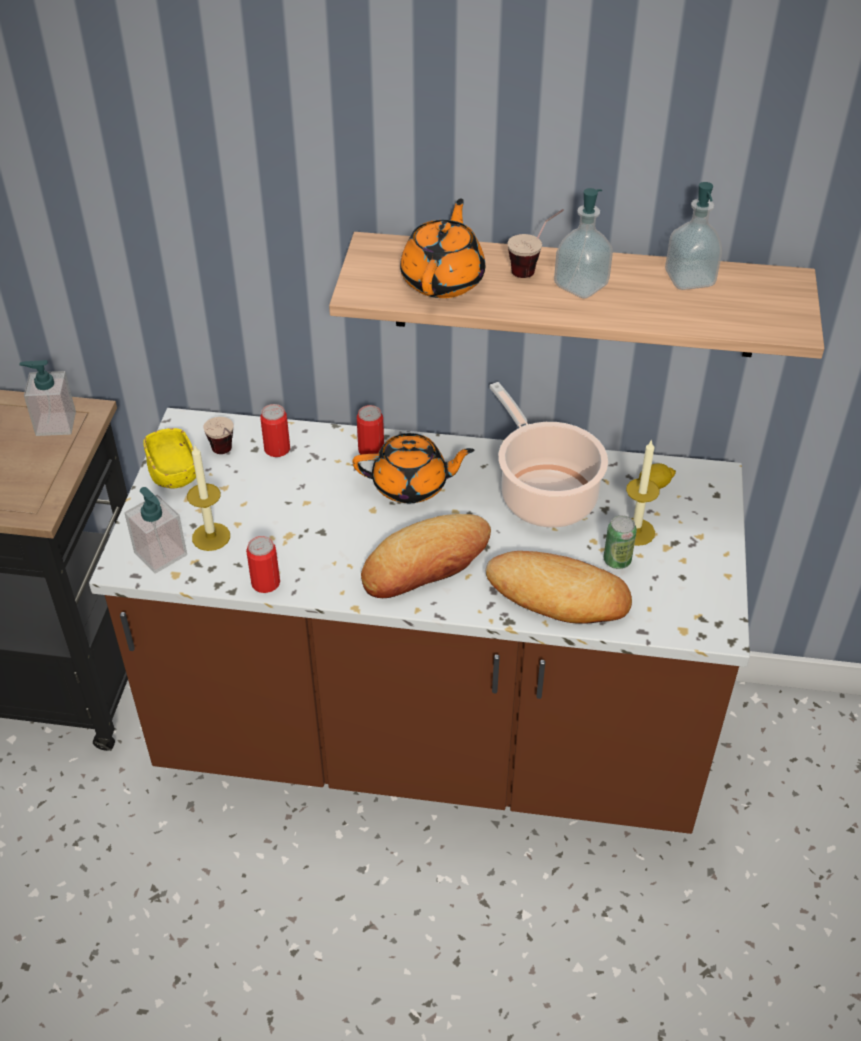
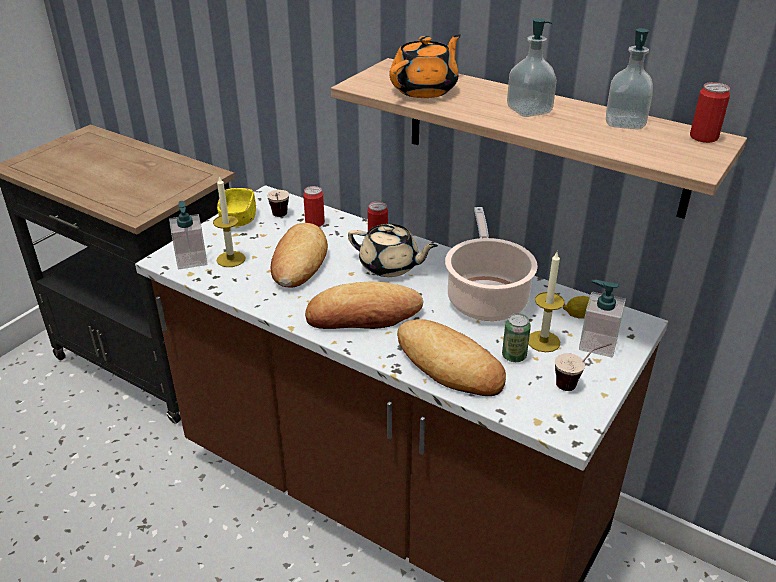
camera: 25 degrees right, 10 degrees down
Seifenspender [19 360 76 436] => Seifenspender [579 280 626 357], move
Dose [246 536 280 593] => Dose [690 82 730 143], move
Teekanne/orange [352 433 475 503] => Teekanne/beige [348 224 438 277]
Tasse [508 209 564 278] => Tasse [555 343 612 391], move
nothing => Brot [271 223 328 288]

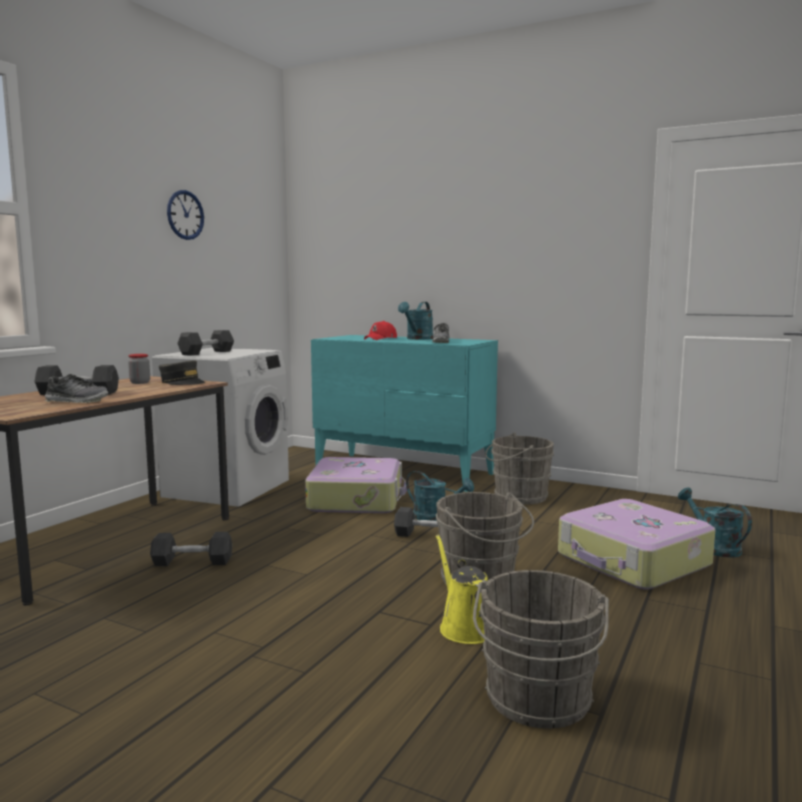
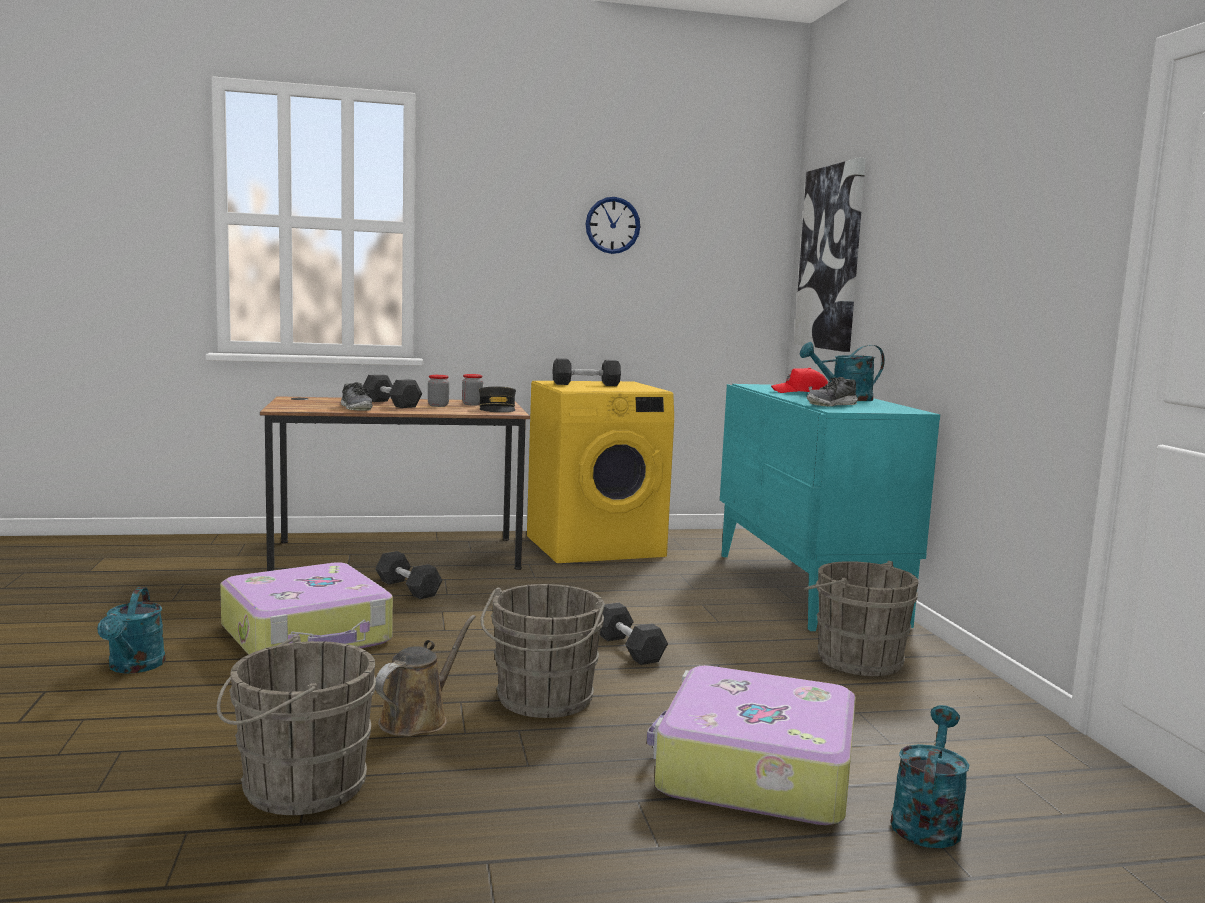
camera: 50 degrees right, 0 degrees up
Waschmaschine/weiß [152 348 289 507] => Waschmaschine/gelb [527 381 674 563]
Koffer [305 457 409 513] => Koffer [220 562 393 655], move
Gießkanne/türkis [406 471 474 521] => Gießkanne/türkis [97 587 166 674], move
Gießkanne/gelb [436 535 488 644] => Gießkanne/braun [375 615 476 737]
nothing => Vorratsglas [428 375 449 407]
nothing => Bild [794 158 866 352]

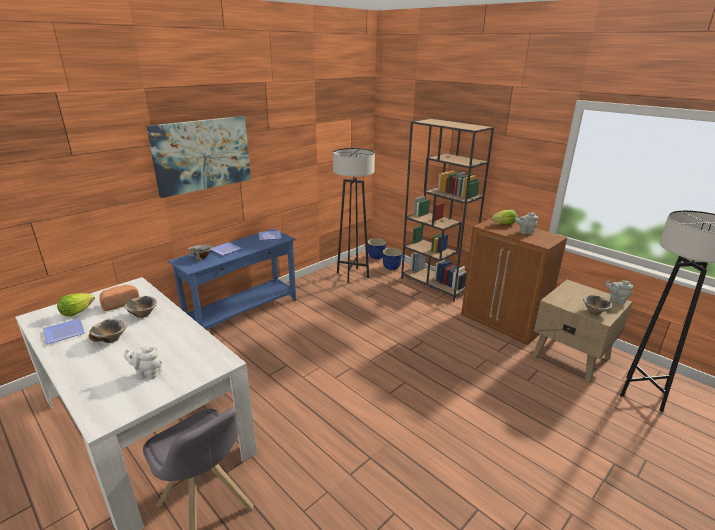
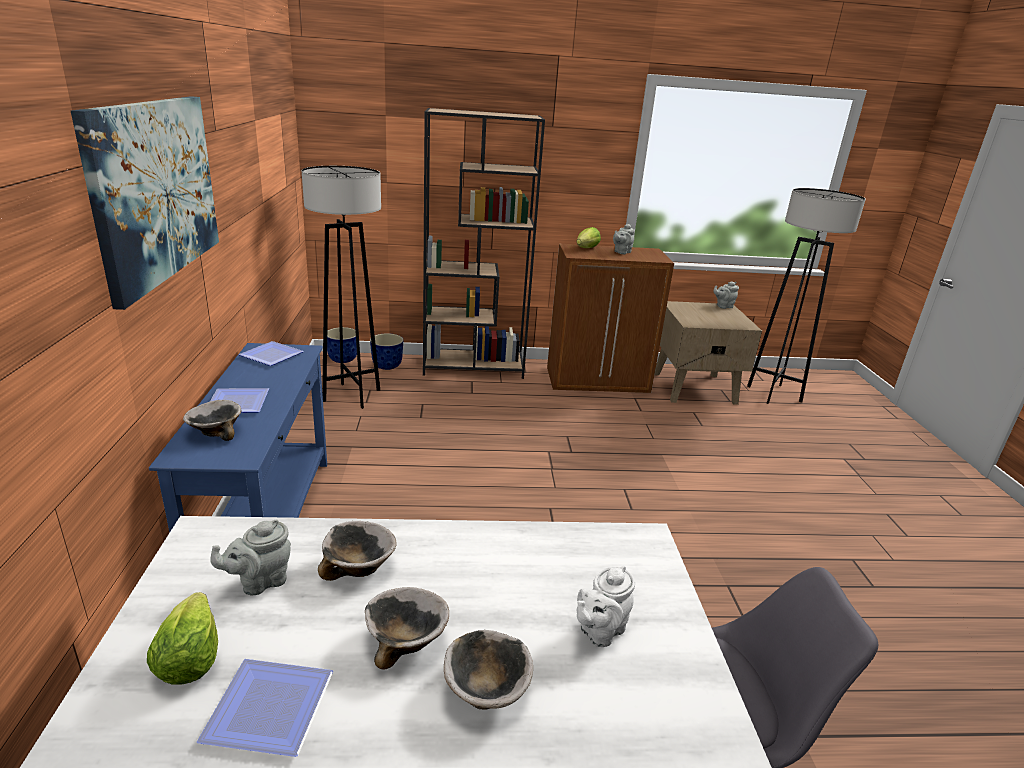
camera: 50 degrees left, 0 degrees up
Brot [99 285 139 311] => Teekanne/grau [210 520 291 595]
Schüssel [583 295 612 314] => Schüssel [444 630 533 710], move

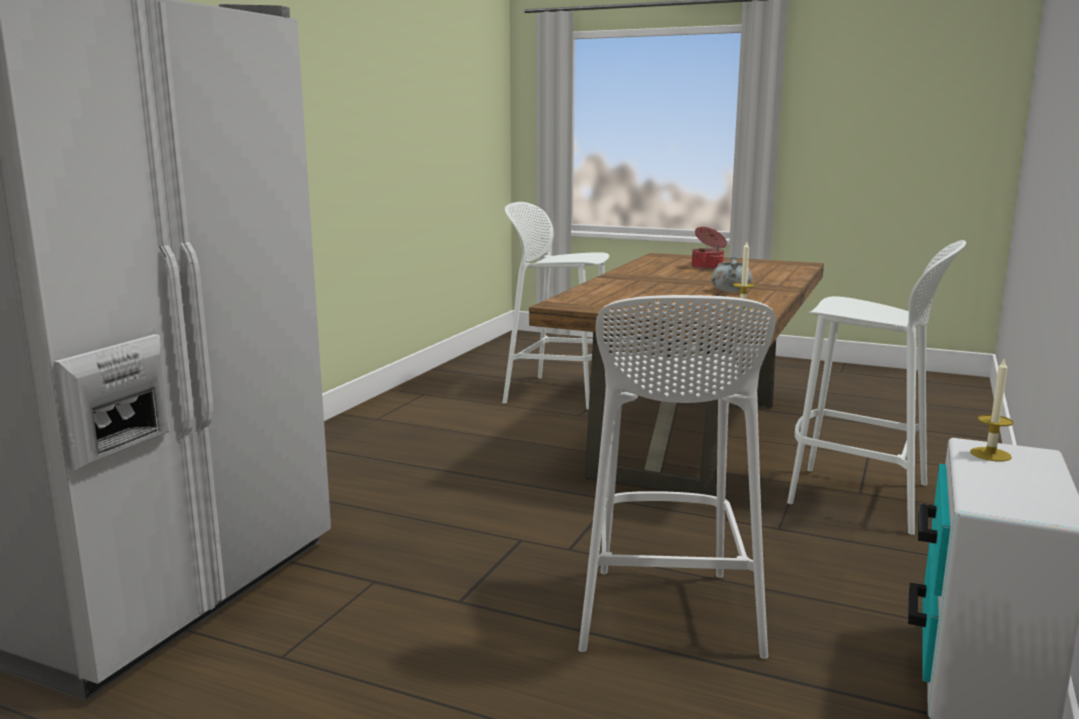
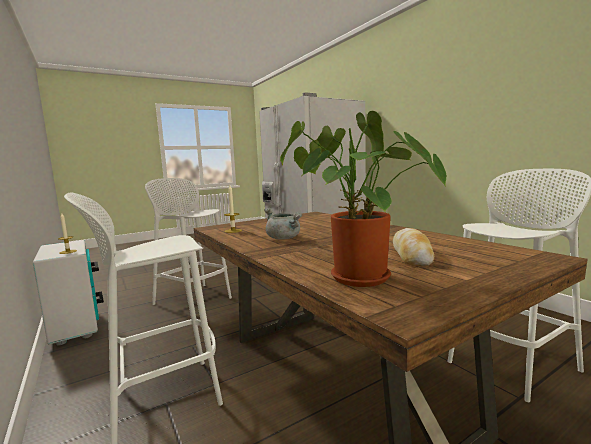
camera: 125 degrees right, 5 degrees down
Kochtopf [692 227 727 270] => Brot [393 228 434 266]
nothing => Topfpflanze [280 111 446 287]

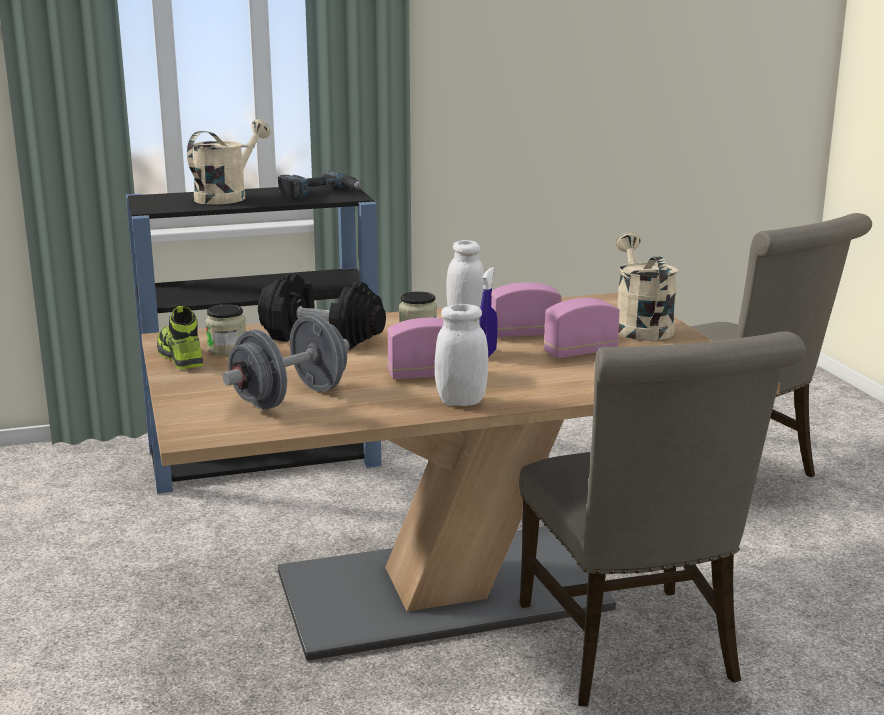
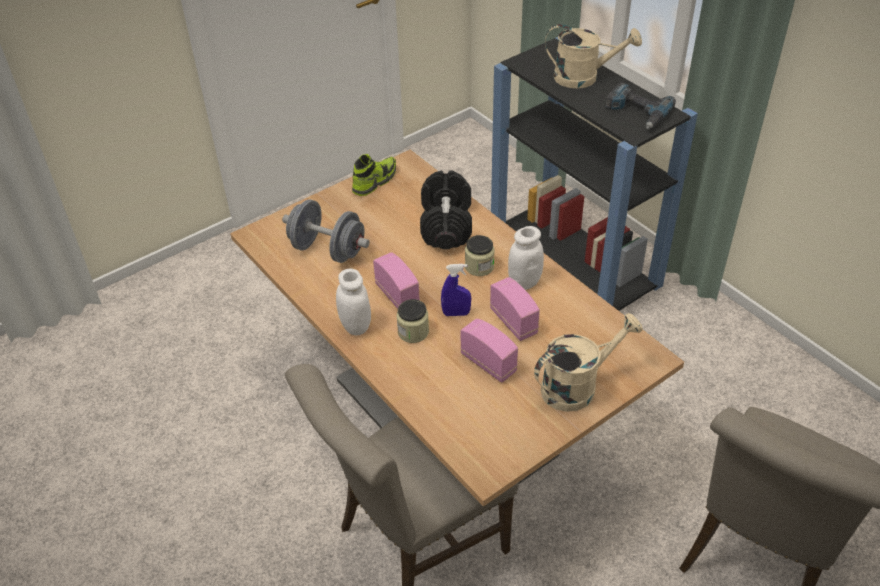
camera: 70 degrees right, 25 degrees up
Vorratsglas [205 304 246 355] => Vorratsglas [396 299 429 343], move

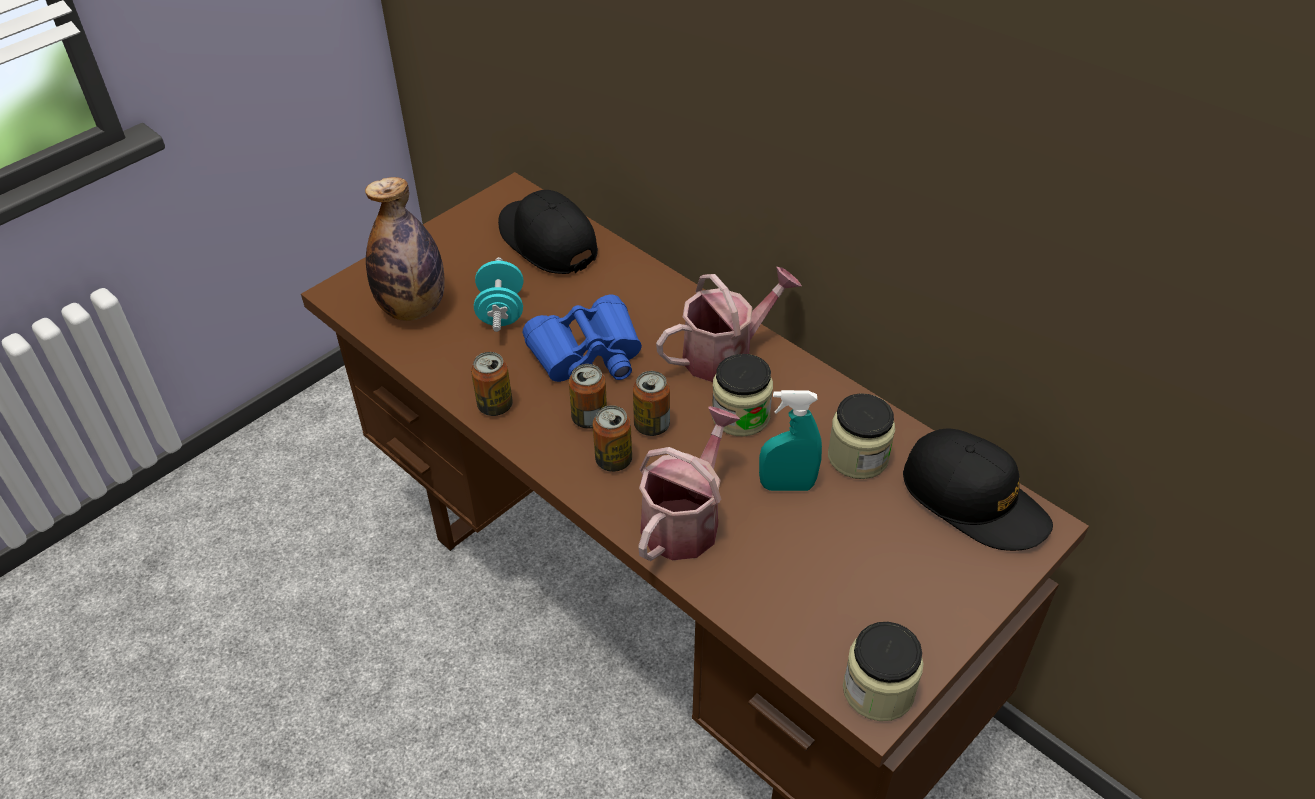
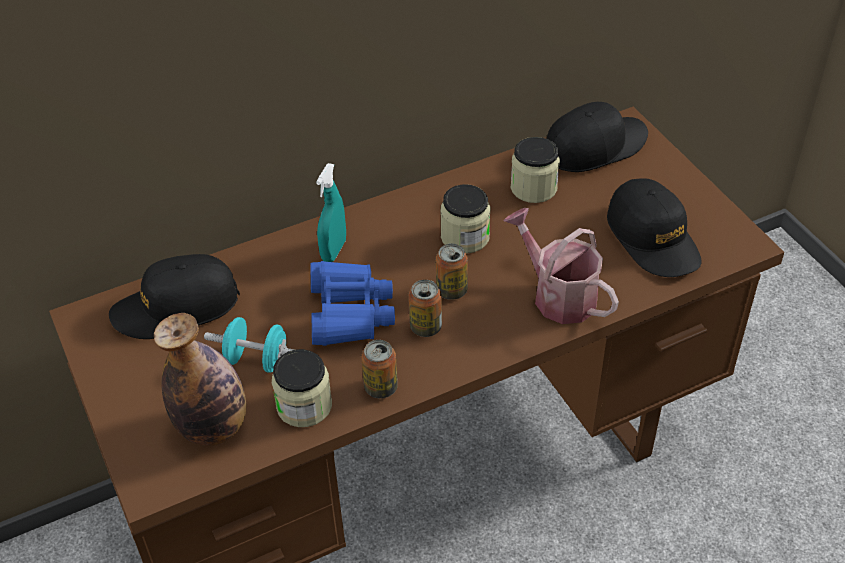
camera: 70 degrees left, 0 degrees up
Dose [593 406 632 472] => nothing
Gießkanne [656 267 802 382] => nothing
Sprühflasche/türkis [759 390 822 491] => Sprühflasche/türkis [316 163 346 262], move
Vorratsglas [843 622 924 721] => Vorratsglas [272 349 332 427], move
nothing => Kappe/schwarz [607 178 702 277]

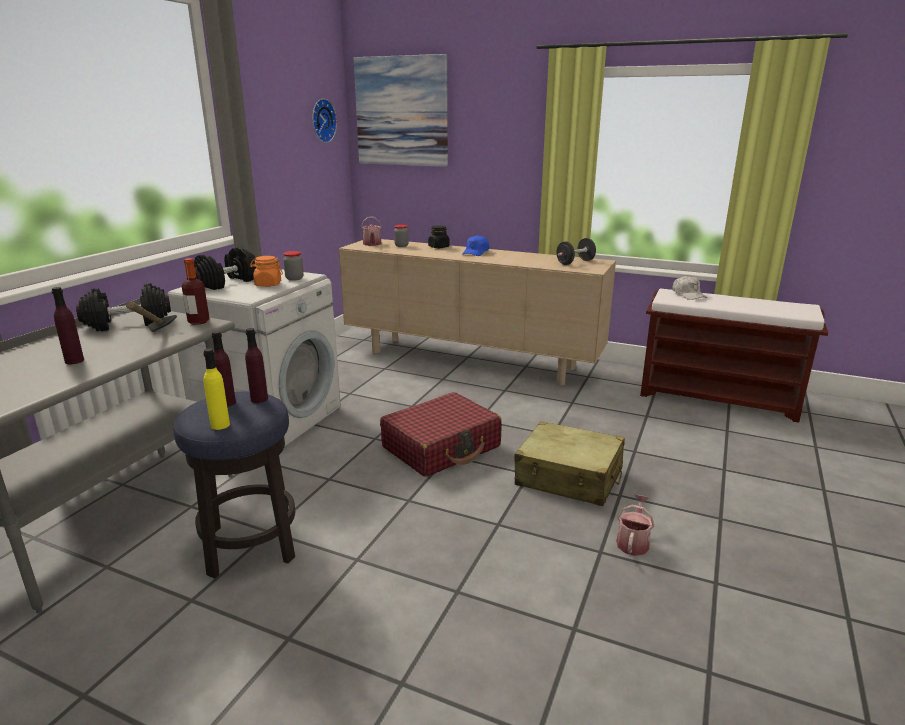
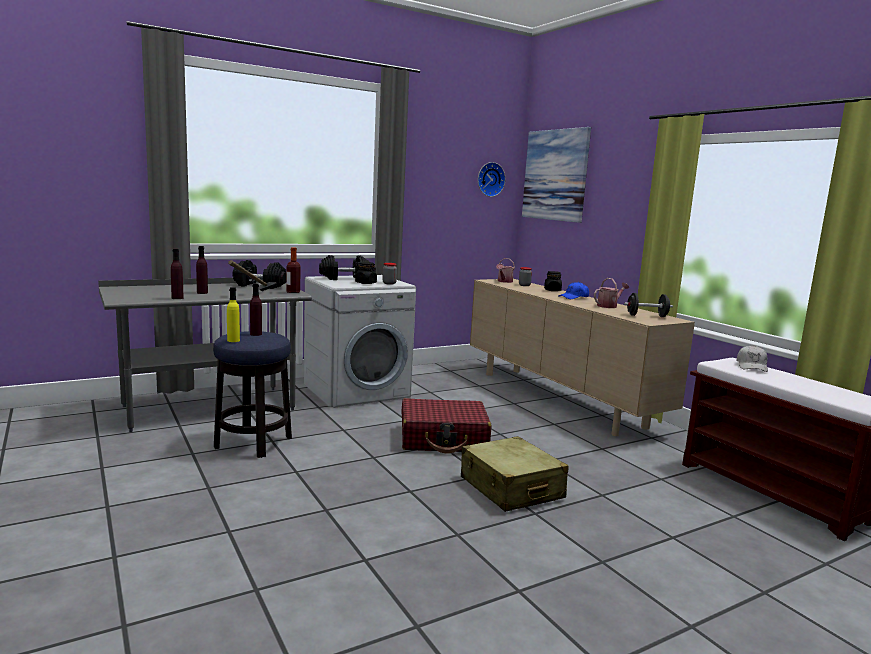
camera: 35 degrees right, 10 degrees down
Flasche/lila [245 328 268 403] => Flasche/lila [171 249 183 299], move
Vorratsglas/orange [250 256 283 287] => Vorratsglas/schwarz [355 262 377 284]
Gießkanne [616 495 654 556] => Gießkanne [594 278 629 308], move

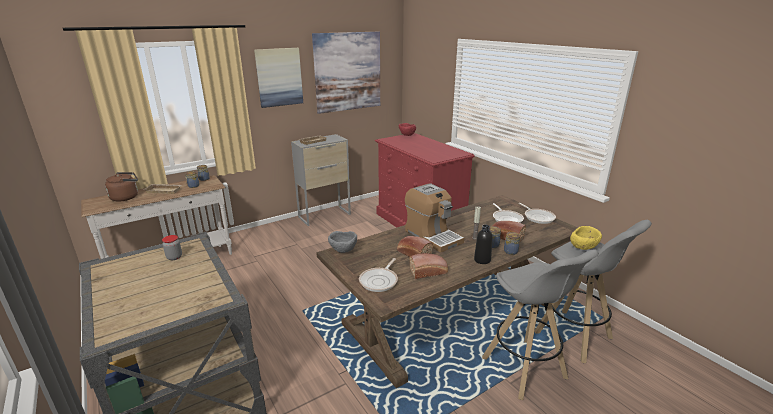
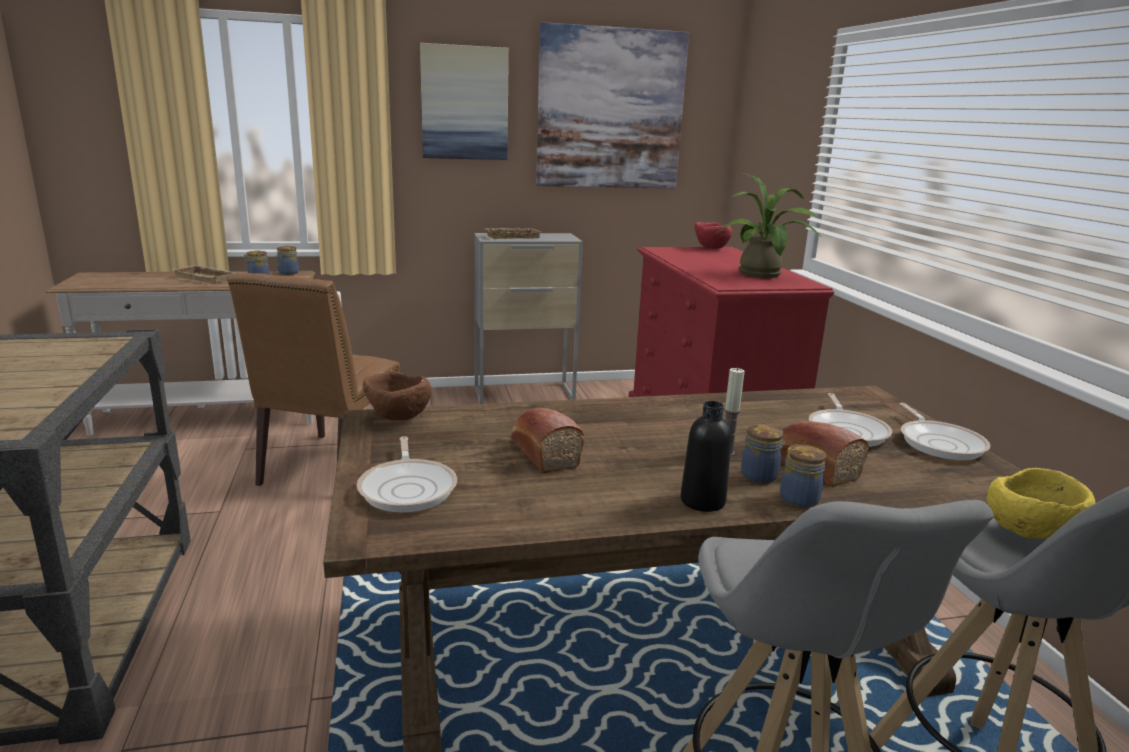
camera: 20 degrees right, 5 degrees down
Wasserkessel/braun [105 172 138 202] => nothing
Vorratsglas [162 235 182 260] => nothing
Schüssel/grau [328 231 357 253] => Schüssel/braun [363 370 432 421]
Pfanne [359 258 398 292] => Pfanne [357 436 457 512], 60 degrees counterclockwise
Kaffeemaschine [405 183 464 253] => nothing
Brot [409 253 448 279] => nothing
nothing => Stuhl/braun [227 272 400 486]
nothing => Topfpflanze [716 173 821 278]

